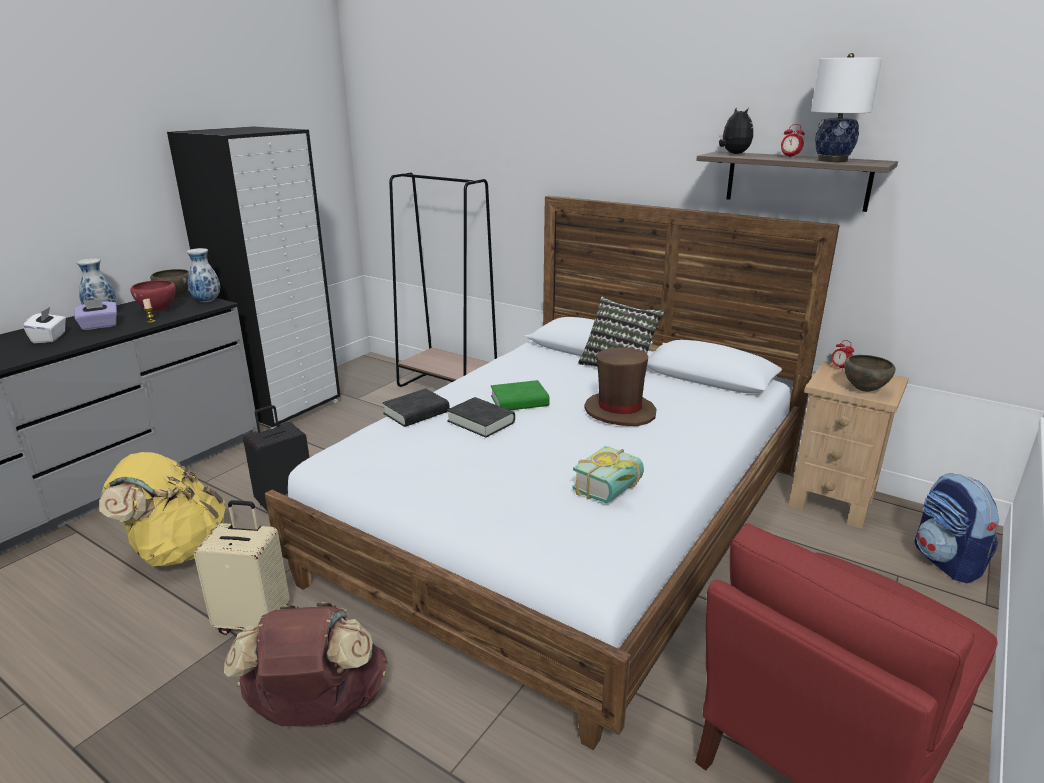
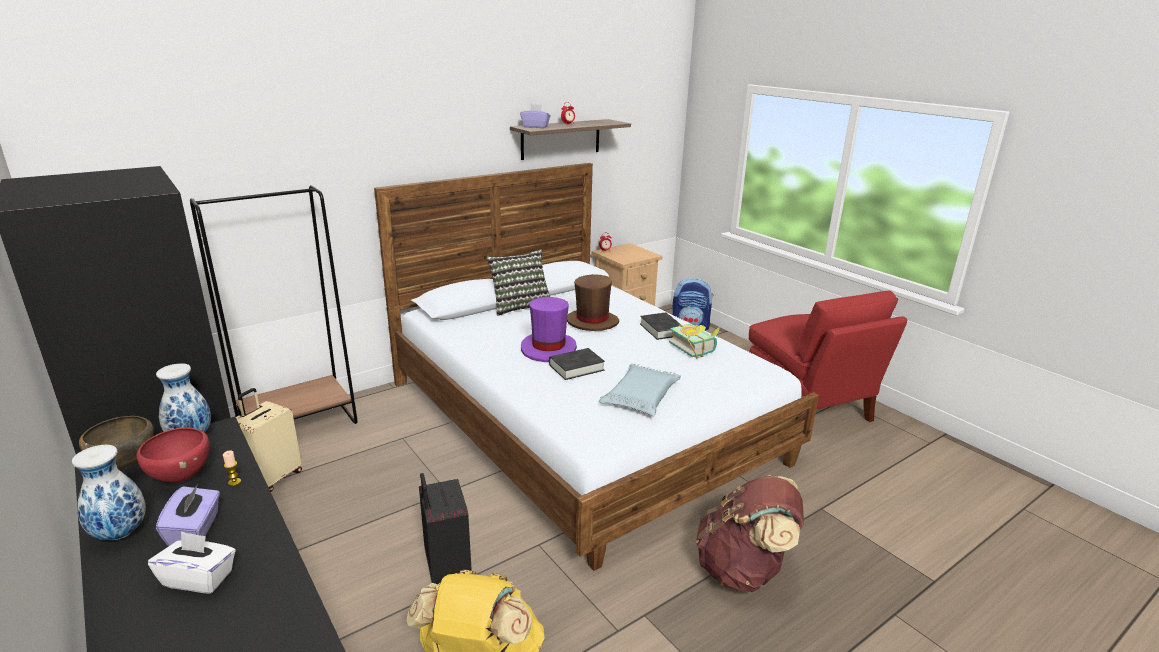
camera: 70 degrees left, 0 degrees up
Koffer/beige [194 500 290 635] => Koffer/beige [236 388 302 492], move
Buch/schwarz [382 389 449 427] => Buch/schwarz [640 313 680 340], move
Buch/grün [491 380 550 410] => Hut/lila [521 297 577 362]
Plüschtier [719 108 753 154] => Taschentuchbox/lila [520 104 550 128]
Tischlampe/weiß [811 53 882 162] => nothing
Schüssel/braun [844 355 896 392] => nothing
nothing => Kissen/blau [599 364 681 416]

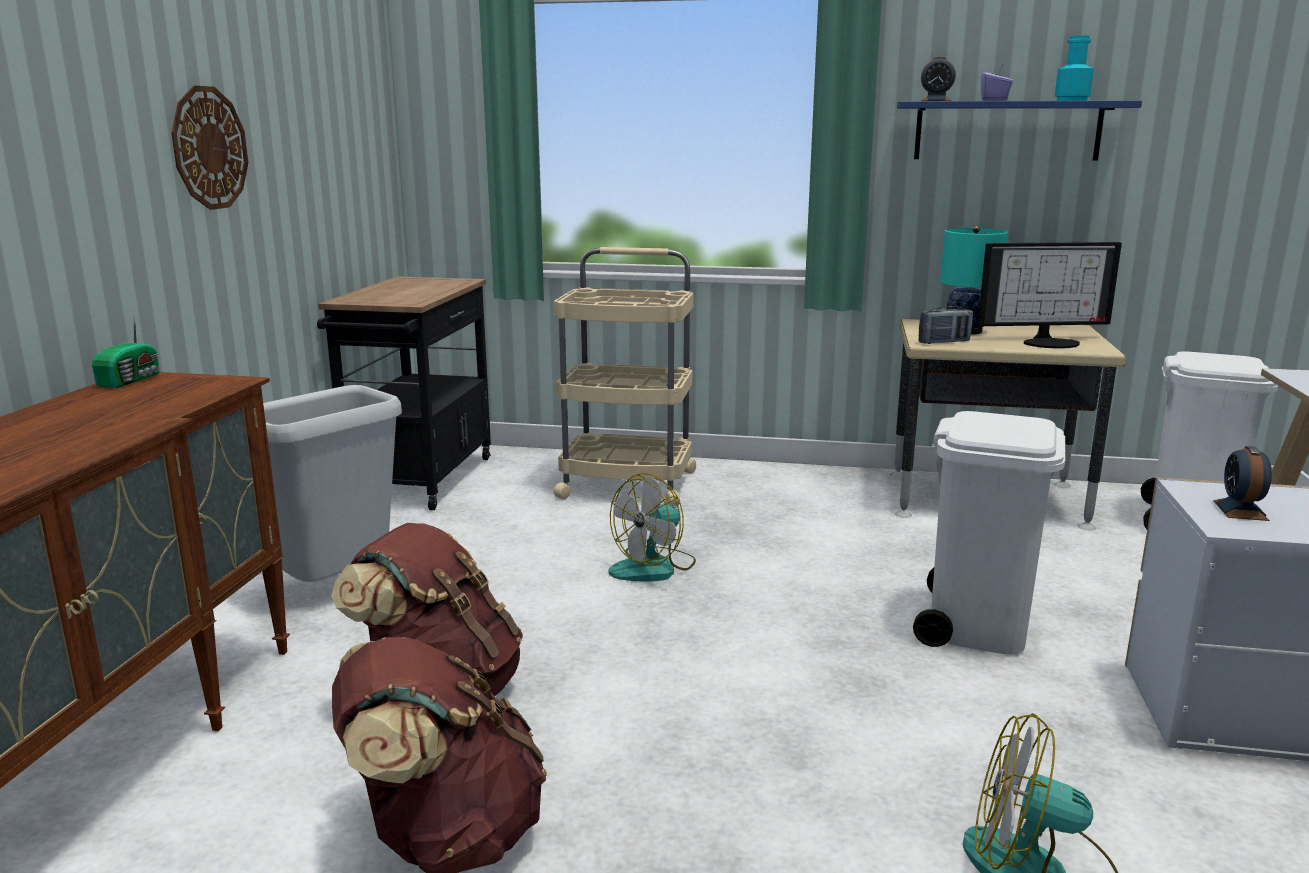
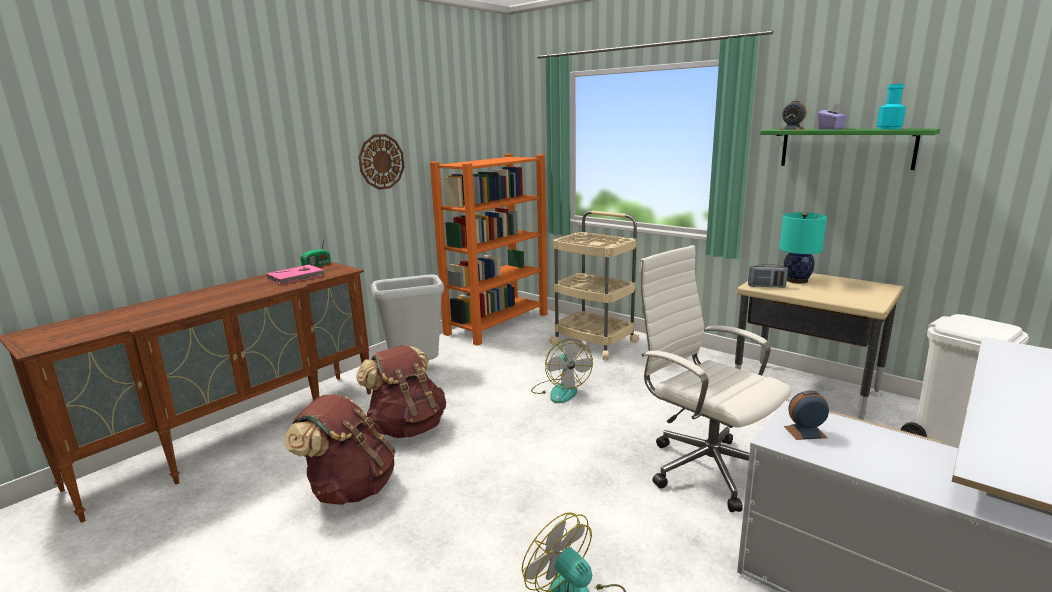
camera: 30 degrees right, 0 degrees up
Rollwagen/schwarz [317 276 491 510] => Bücherregal/orange [430 154 548 346]
Ventilator [609 473 696 582] => Ventilator [531 339 593 403], 90 degrees counterclockwise
Wandregal/blau [897 100 1142 160] => Wandregal/grün [760 128 940 170]
Mülleimer/weiß [913 411 1065 655] => Bürostuhl/weiß [640 245 792 512]
Monitor [978 242 1122 349] => nothing
Wecker [1214 446 1272 521] => Wecker [784 390 829 440], 45 degrees clockwise
nothing => Buch/rosa [266 265 326 285]

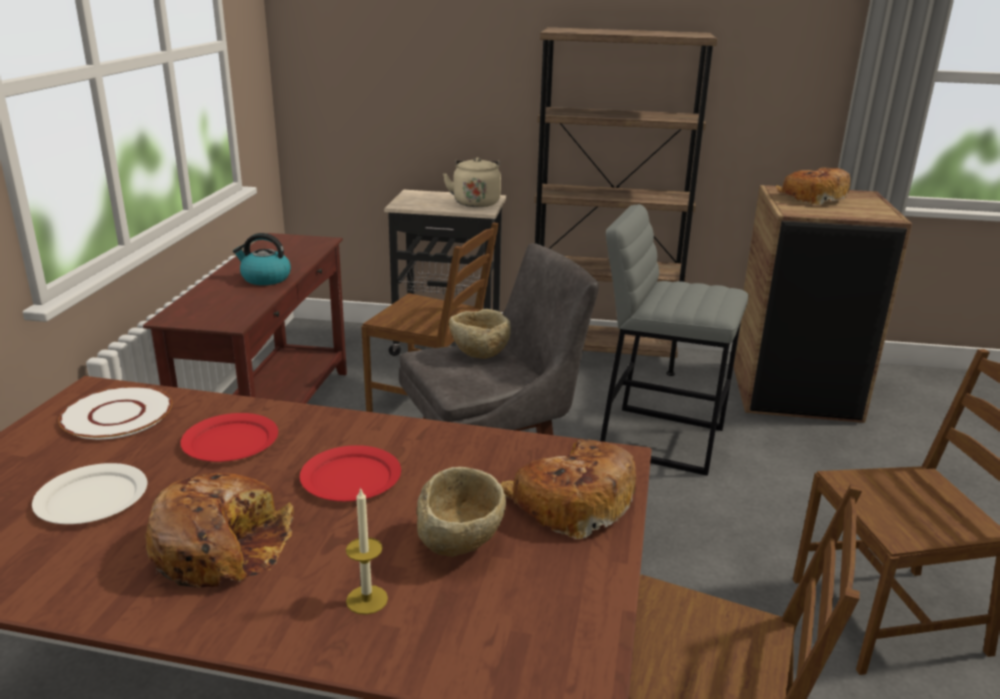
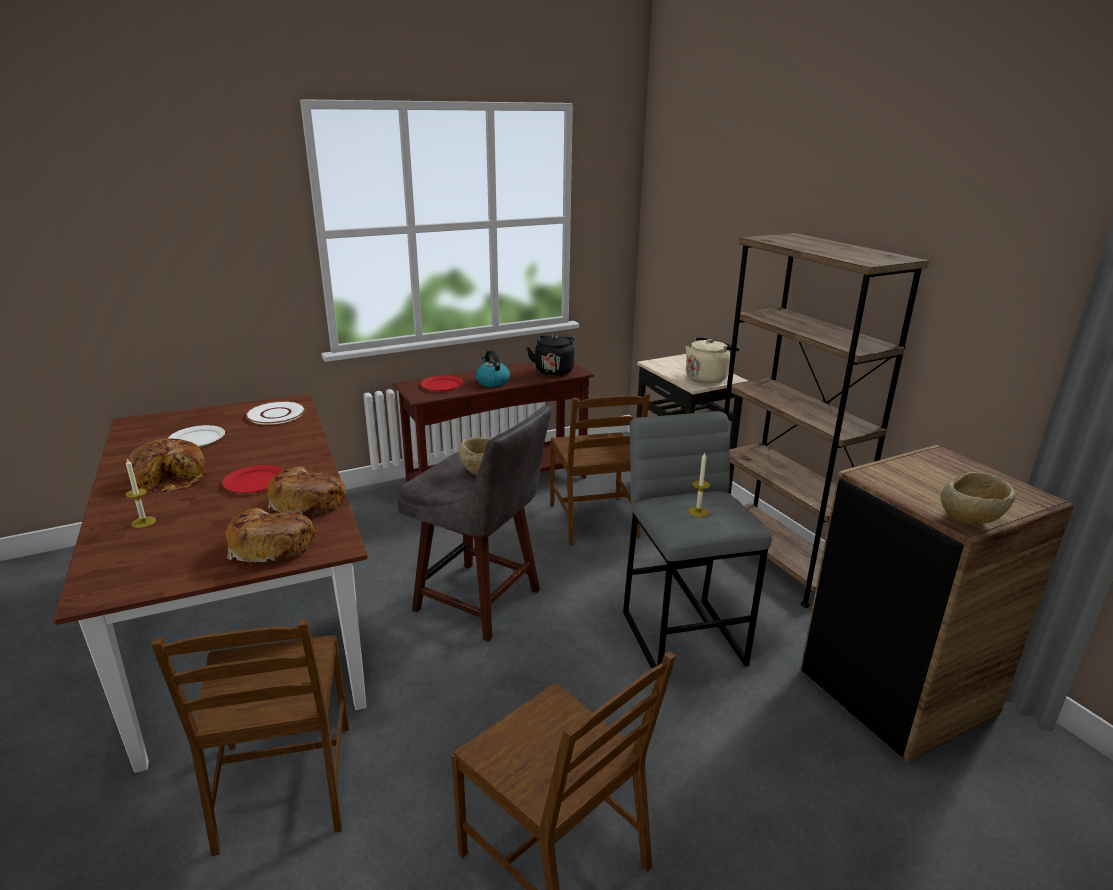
camera: 55 degrees right, 0 degrees up
Teller/rot [180 413 278 462] => Teller/rot [421 375 464 391], move
Schüssel/beige [417 467 506 557] => Schüssel/beige [941 472 1016 524], move
Brot [776 168 851 205] => Brot [268 466 347 517], move
nothing => Wasserkessel/schwarz [527 335 575 376]
nothing => Kerze [688 453 710 517]

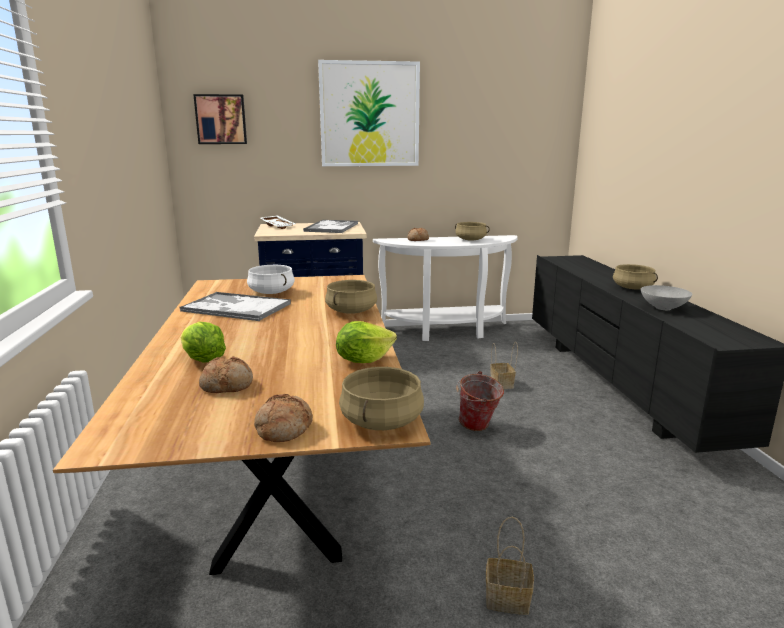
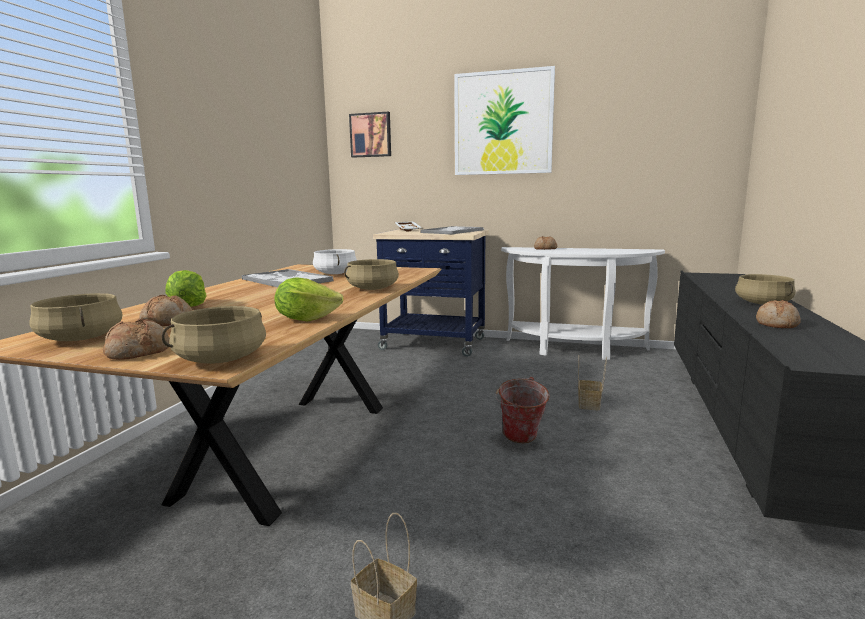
camera: 25 degrees right, 5 degrees down
Kochtopf/beige [455 222 490 241] => Kochtopf/beige [29 293 123 341], move
Schüssel/grau [641 285 692 310] => Brot [756 300 801 328]

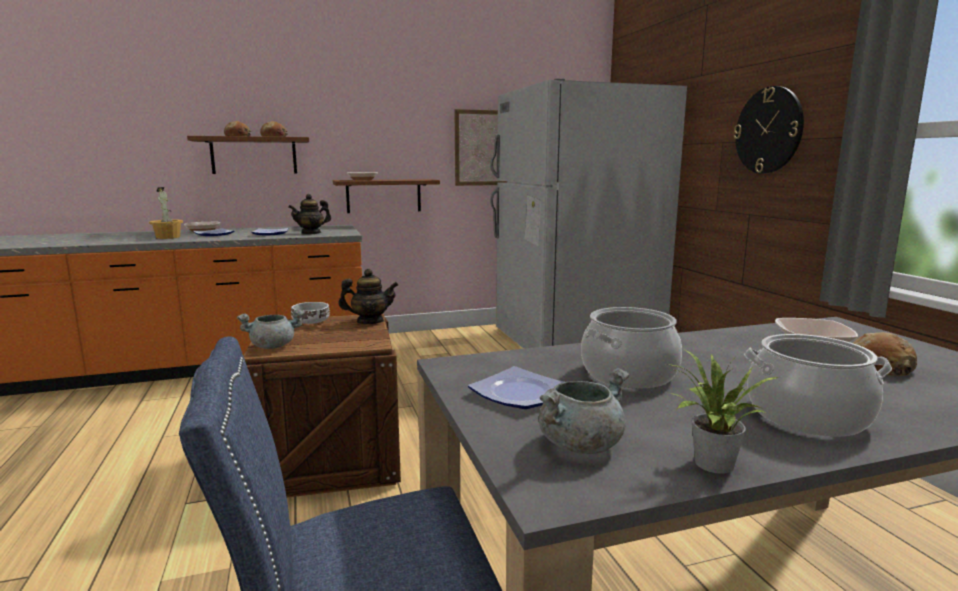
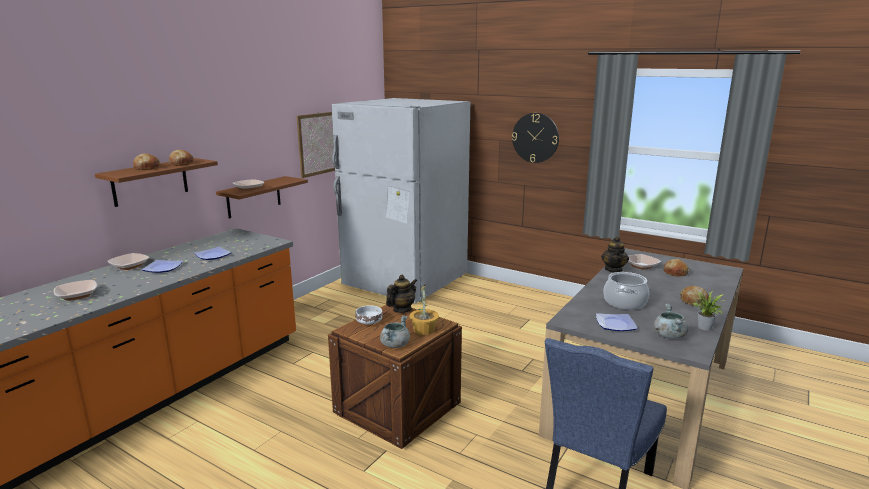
camera: 40 degrees left, 5 degrees up
Topfpflanze [149 187 183 239] => Topfpflanze [409 285 439 335], move
Teekanne [288 194 331 234] => Teekanne [601 236 629 273], move
Kochtopf [744 334 892 437] => Brot [680 286 709 306]
nothing => Schüssel [54 280 97 301]

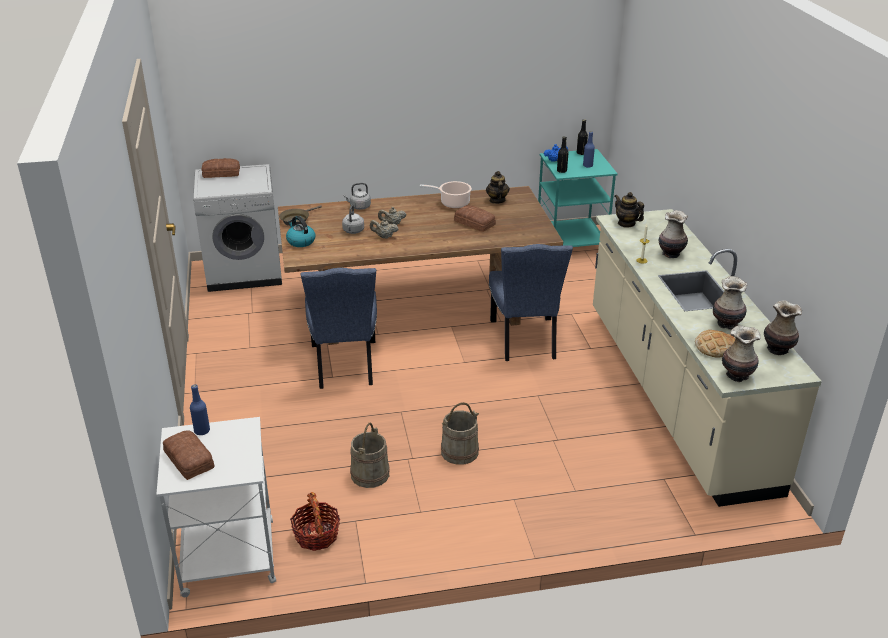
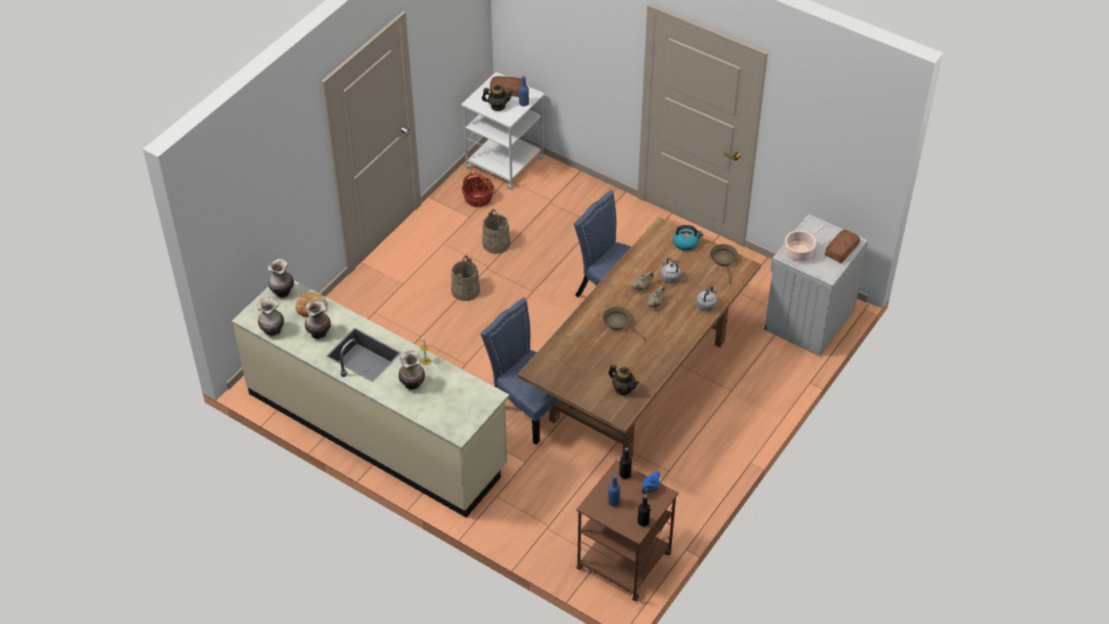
camera: 135 degrees right, 15 degrees up
Kochtopf [420 181 472 208] => Kochtopf [785 224 826 261], move
Brot [454 205 496 232] => nothing
Rollwagen/türkis [538 149 618 247] => Rollwagen/braun [576 460 678 602]
Teekanne [615 192 644 228] => Teekanne [482 84 513 111], move
nothing => Pfanne/braun [603 307 646 340]

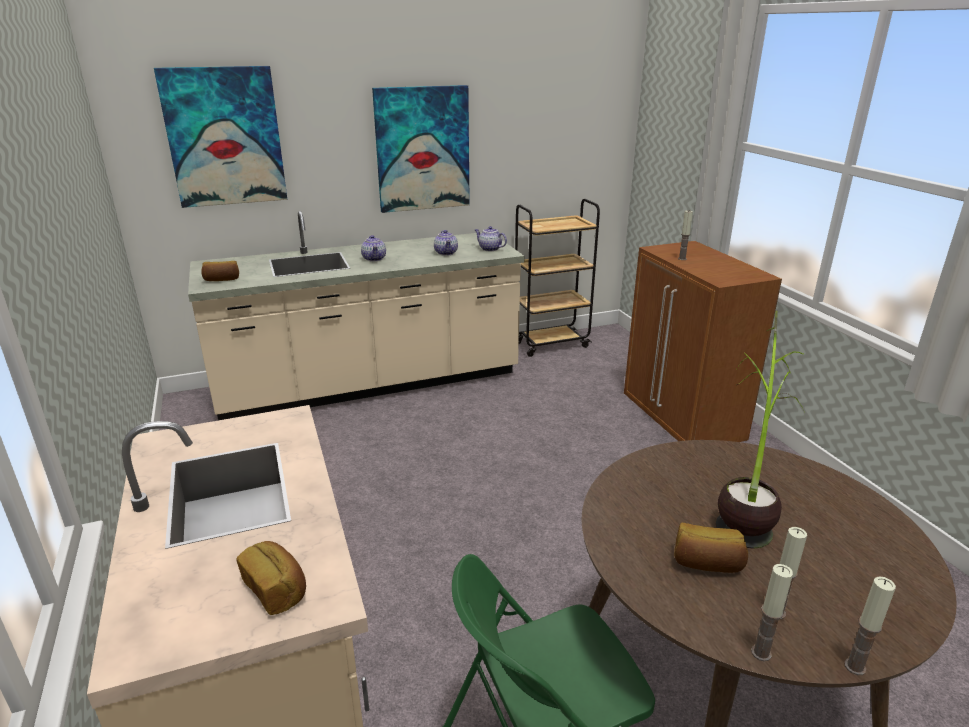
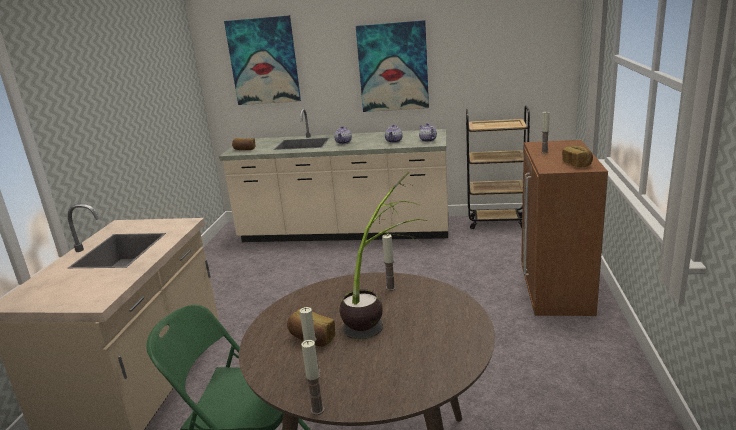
camera: 30 degrees right, 5 degrees down
Brot [236 541 306 615] => Brot [562 146 593 167], move
Kerze [751 564 793 661] => Kerze [382 234 396 291], move

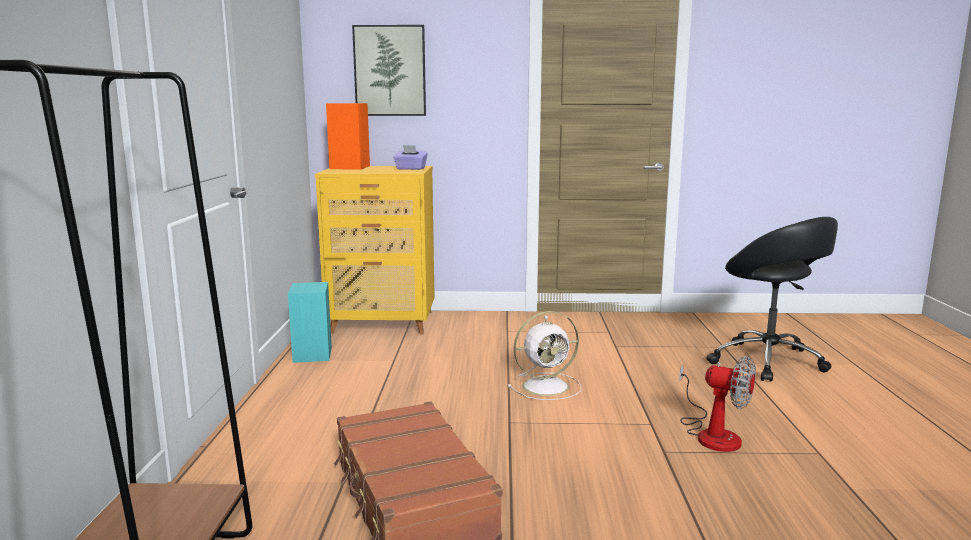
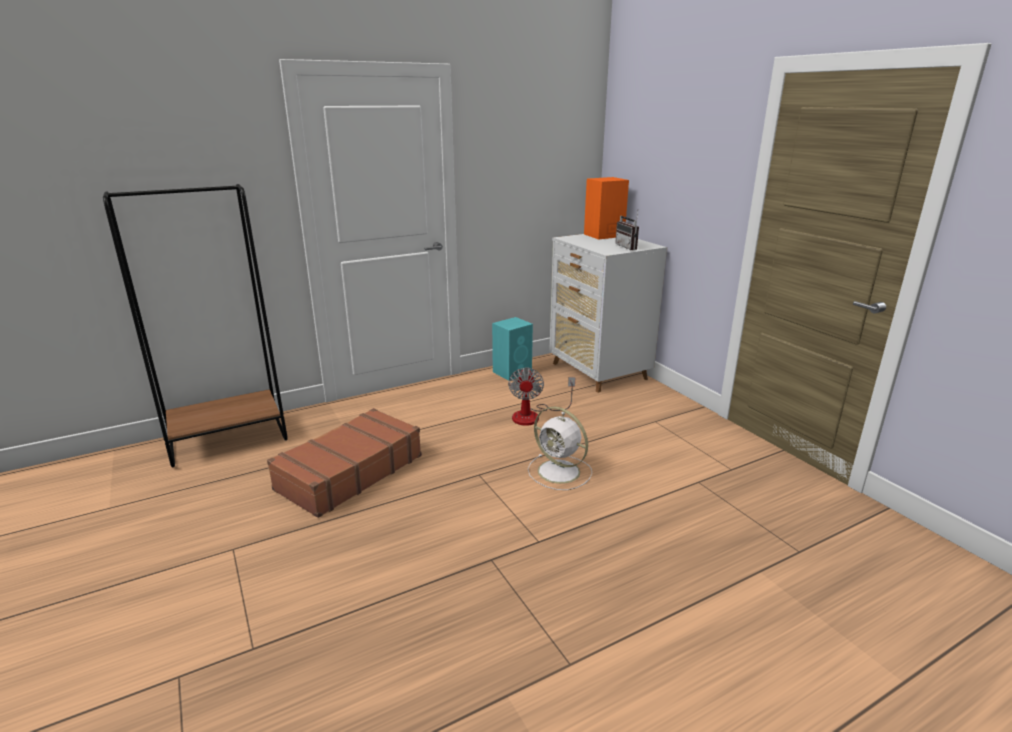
camera: 60 degrees right, 10 degrees up
Kommode/gelb [315 166 435 335] => Kommode/weiß [549 234 667 393]
Bild [352 25 426 116] => nothing
Taschentuchbox/lila [394 145 428 170] => Radio [615 212 639 250]
Ventilator [679 356 756 452] => Ventilator [508 367 575 426], move
Bürostuhl/schwarz [707 217 838 381] => nothing

